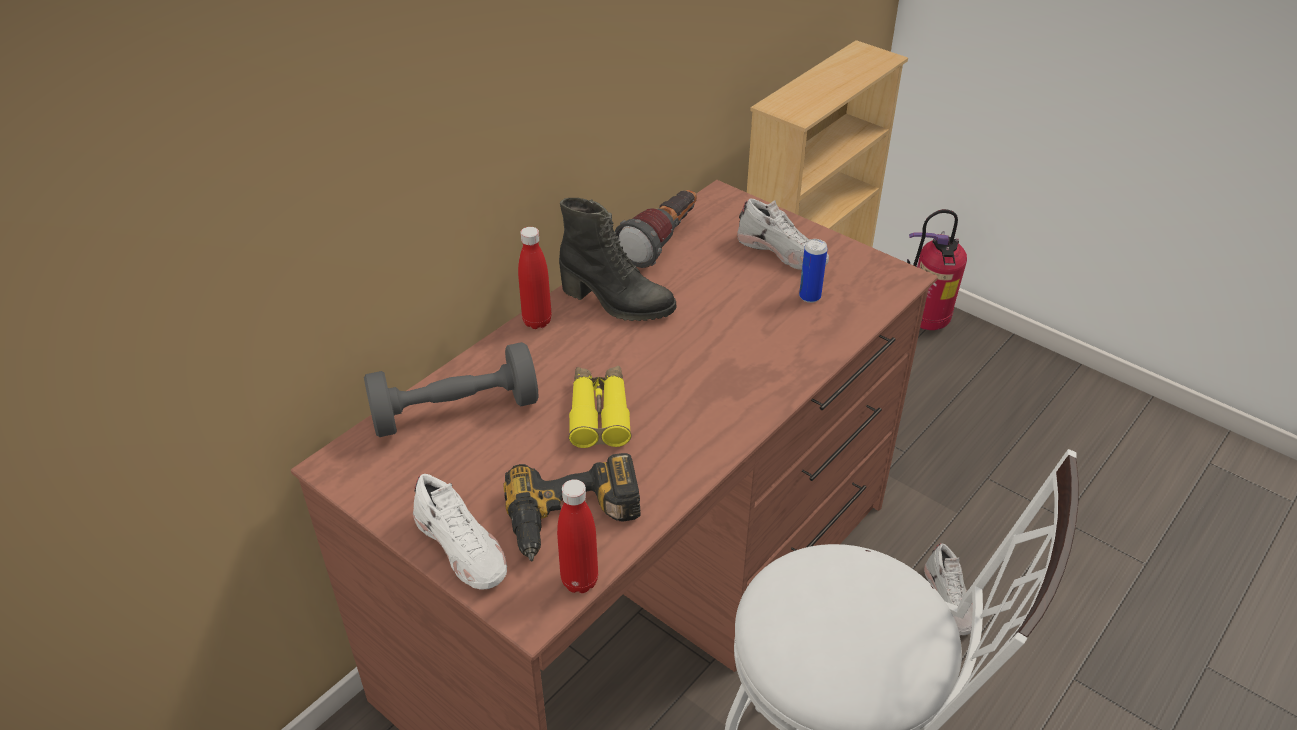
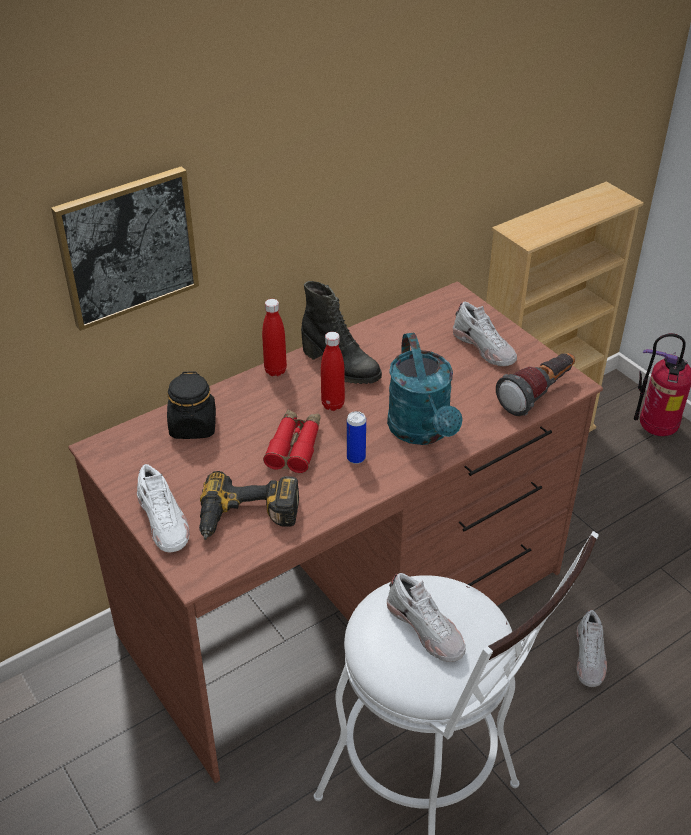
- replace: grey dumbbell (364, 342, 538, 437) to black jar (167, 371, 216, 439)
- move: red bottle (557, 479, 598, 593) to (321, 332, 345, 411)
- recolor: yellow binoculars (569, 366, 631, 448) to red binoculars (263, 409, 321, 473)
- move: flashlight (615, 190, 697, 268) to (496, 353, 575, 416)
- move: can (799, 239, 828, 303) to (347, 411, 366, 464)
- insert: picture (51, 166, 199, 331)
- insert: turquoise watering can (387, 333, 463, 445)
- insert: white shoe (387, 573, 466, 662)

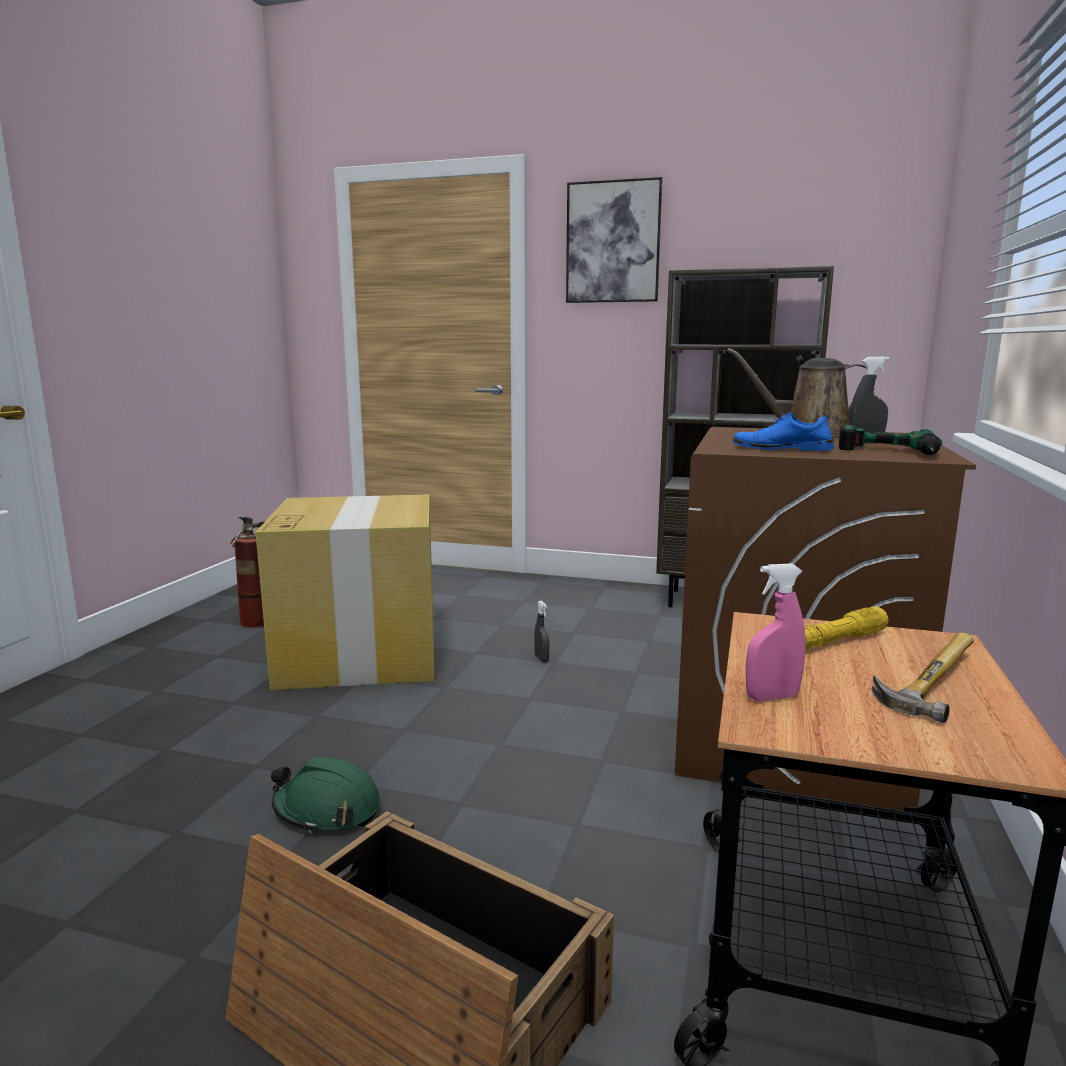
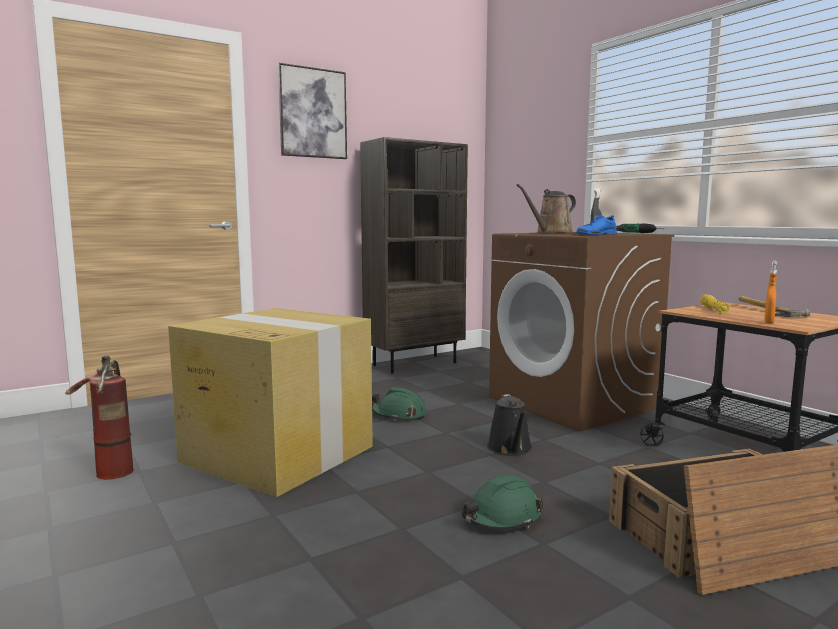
- replace: grey spray bottle (534, 601, 549, 662) to green hard hat (372, 387, 427, 421)
- recolor: pink spray bottle (746, 563, 806, 701) to orange spray bottle (764, 260, 777, 324)
- insert: black watering can (487, 394, 532, 456)

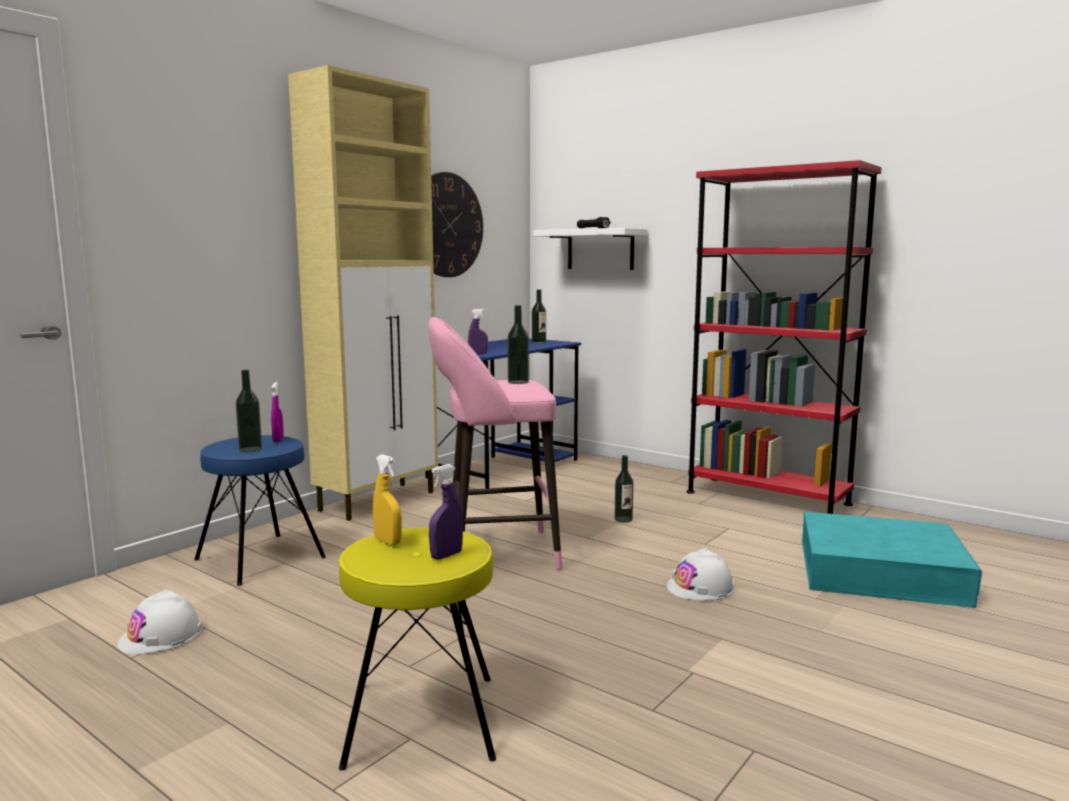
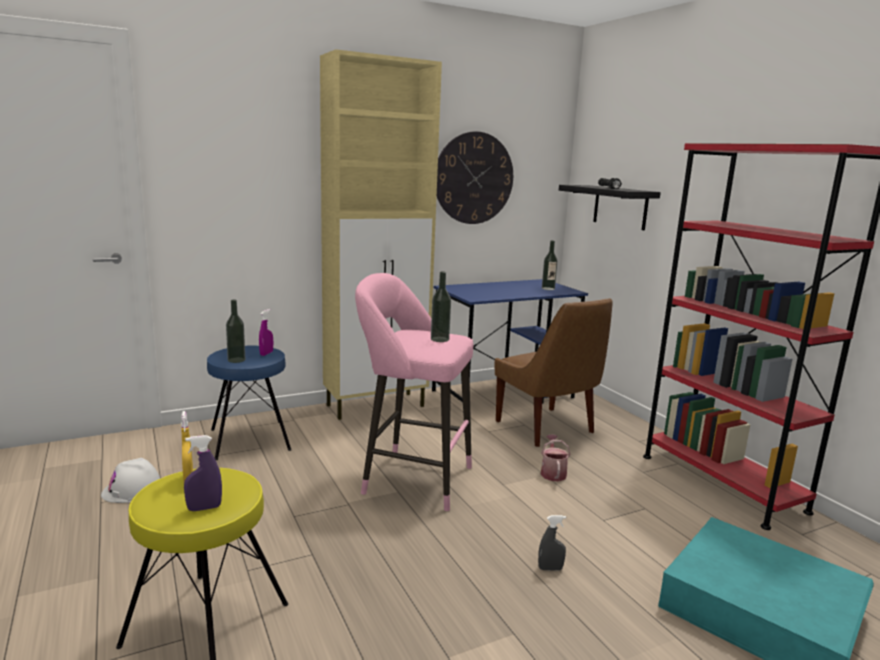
- delete: purple spray bottle (468, 309, 488, 354)
- recolor: white shelf (533, 228, 648, 270) to black shelf (559, 185, 661, 230)
- replace: bottle (614, 455, 634, 523) to watering can (541, 435, 570, 481)
- replace: white hard hat (667, 548, 734, 601) to grey spray bottle (538, 515, 566, 571)
- insert: brown chair (495, 298, 613, 447)

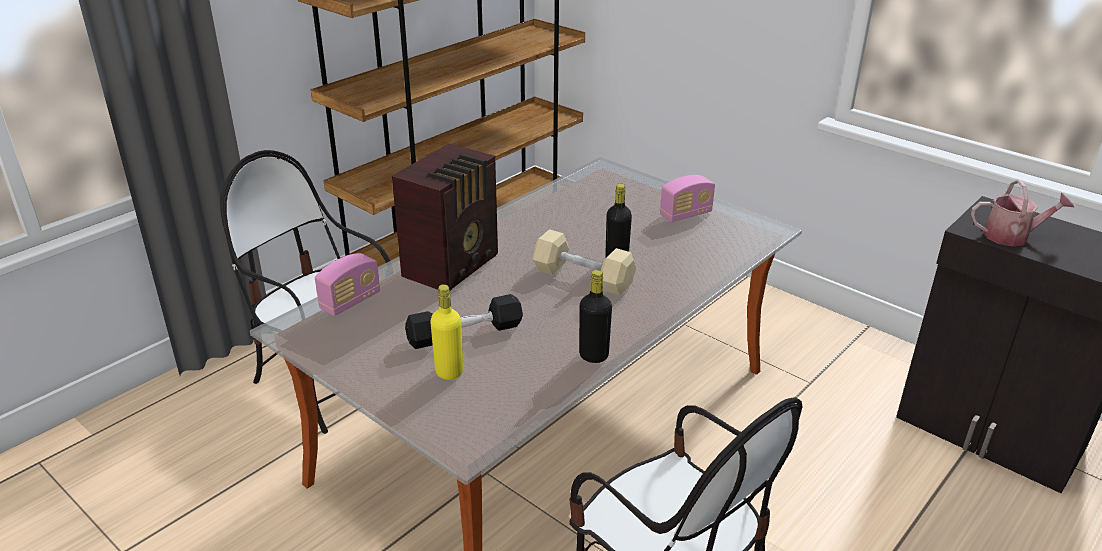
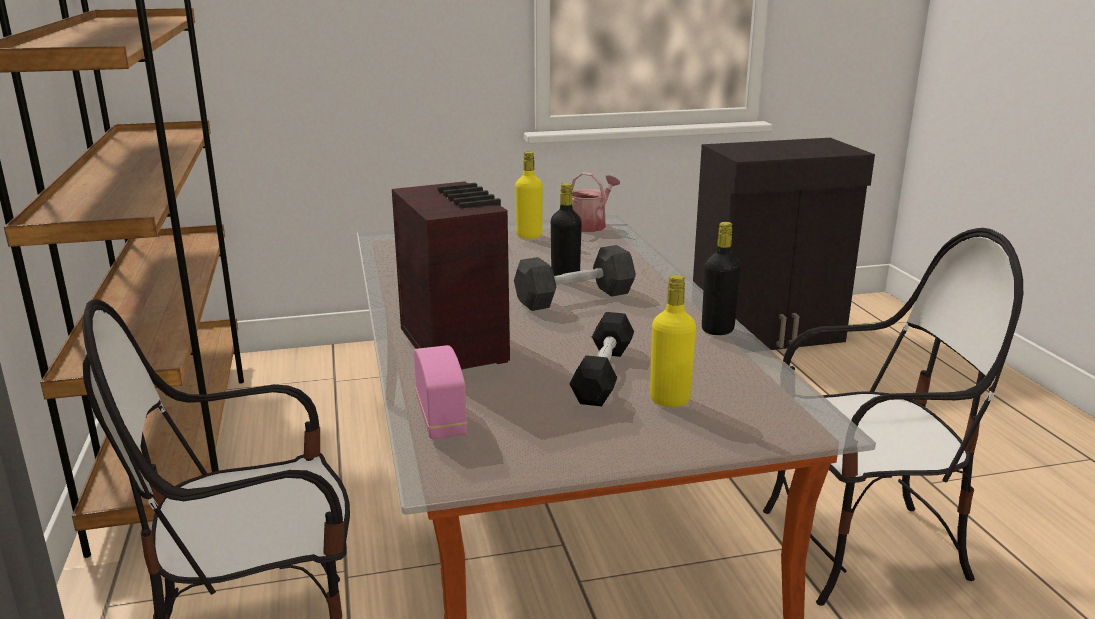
- recolor: beige dumbbell (533, 229, 636, 295) to black dumbbell (514, 245, 636, 311)
- replace: radio (660, 175, 715, 222) to yellow bottle (515, 152, 543, 239)
- move: watering can (971, 180, 1074, 246) to (572, 172, 620, 232)

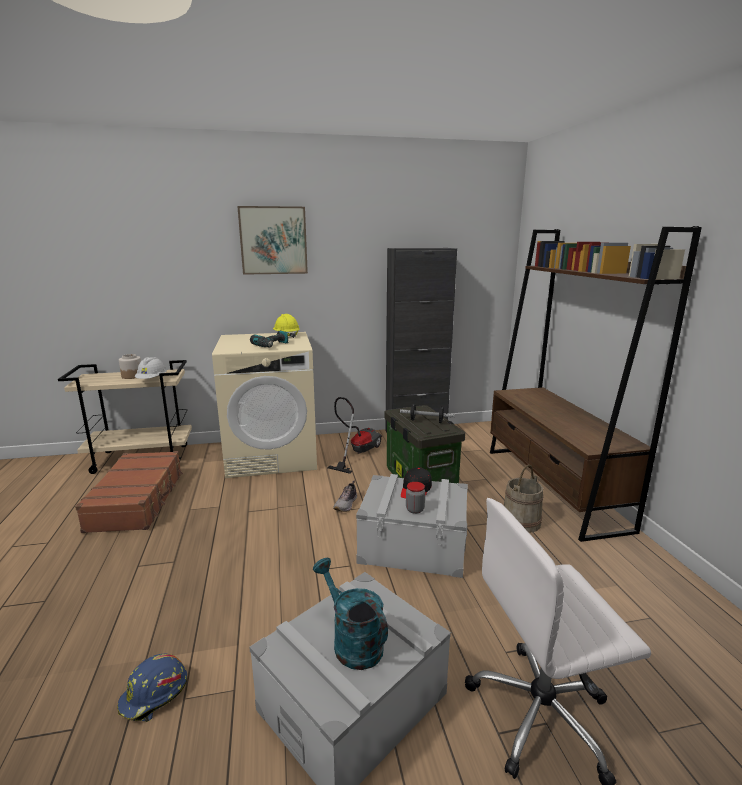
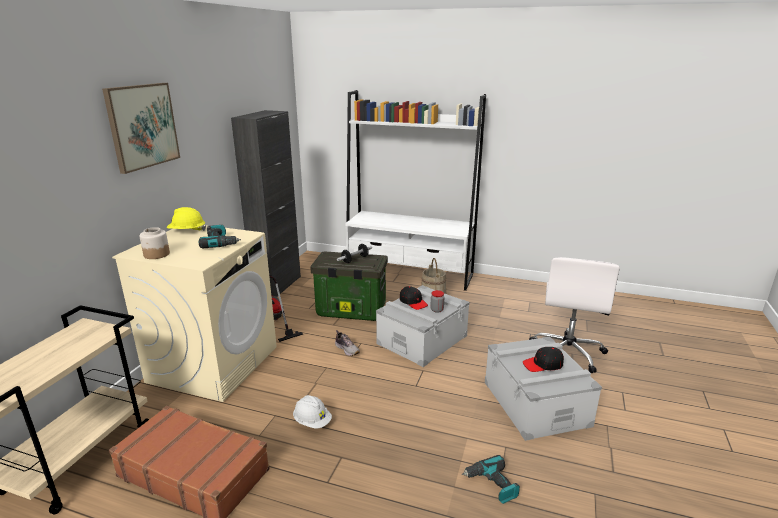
- replace: blue hard hat (117, 654, 187, 722) to power drill (462, 455, 520, 504)
- move: jar (119, 354, 141, 379) to (140, 227, 170, 259)
- move: white hard hat (134, 357, 167, 379) to (293, 395, 332, 429)
- replace: turquoise watering can (313, 558, 388, 670) to black cap (523, 347, 564, 372)
- recolor: brown bookcase (490, 226, 702, 542) to white bookcase (345, 90, 486, 291)

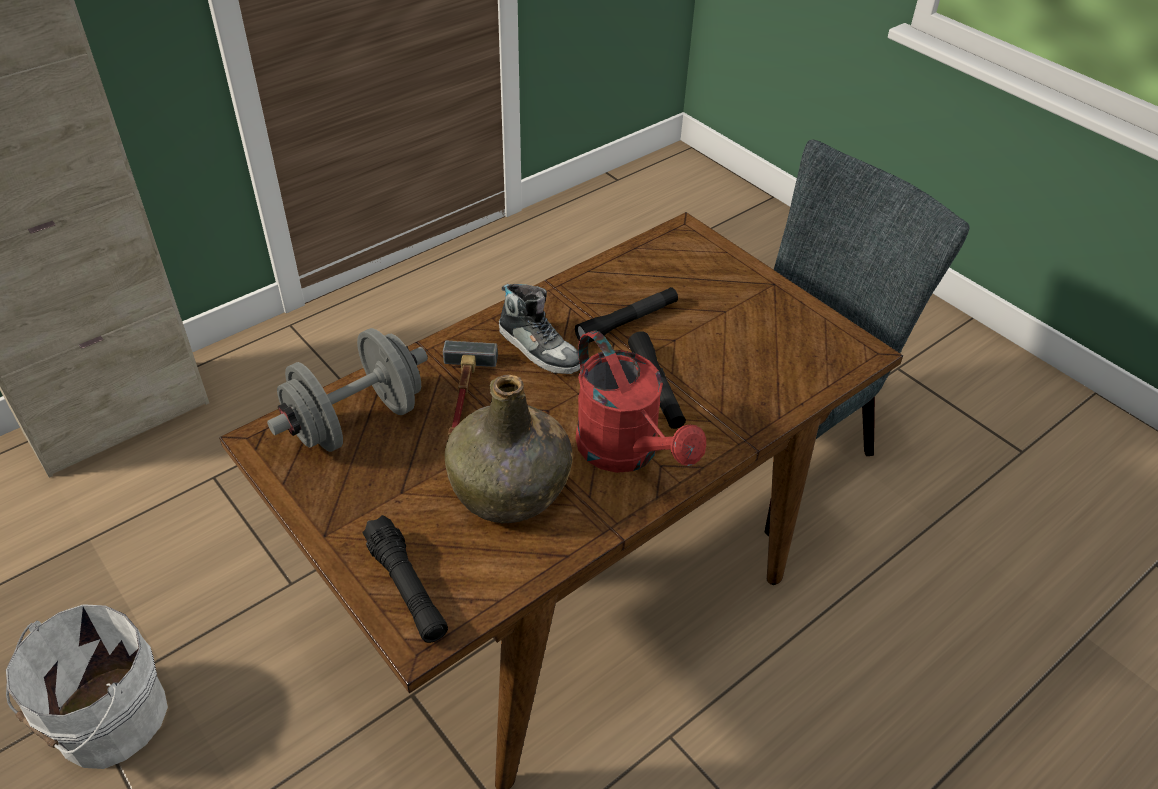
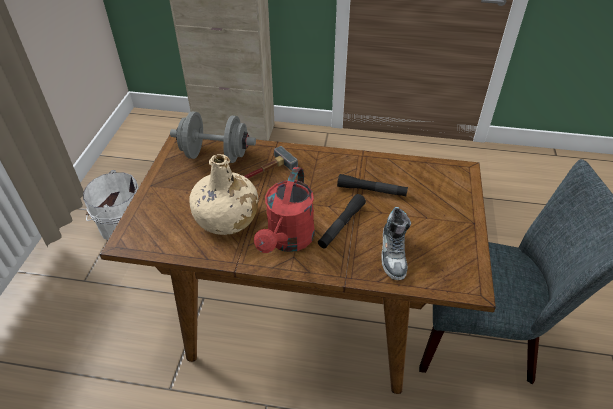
- delete: black flashlight (362, 515, 448, 643)
- recolor: green bottle (445, 375, 573, 523) to beige bottle (189, 154, 258, 235)
- move: shoe (499, 284, 581, 374) to (381, 207, 411, 280)

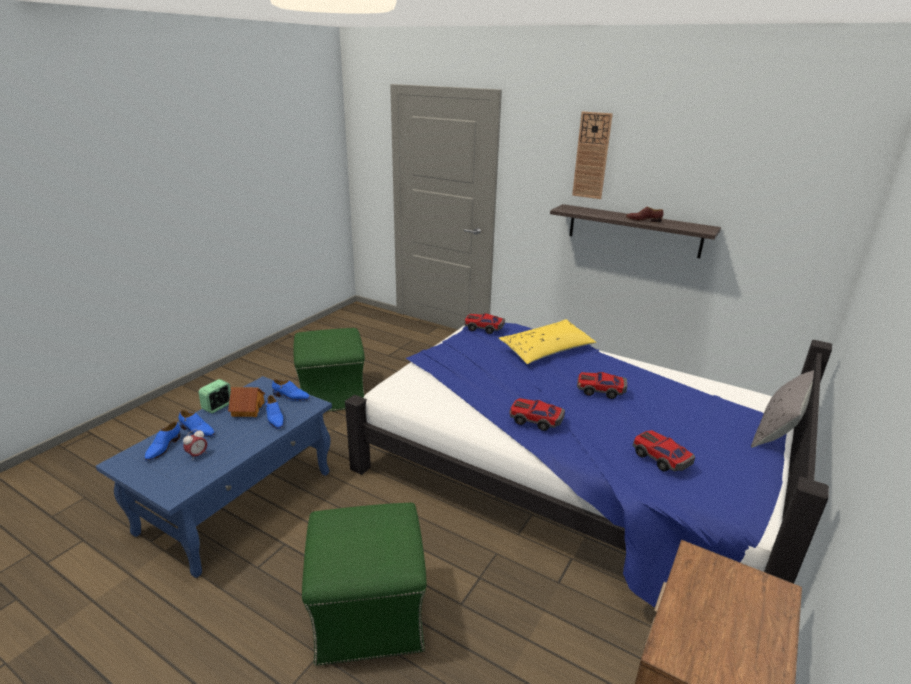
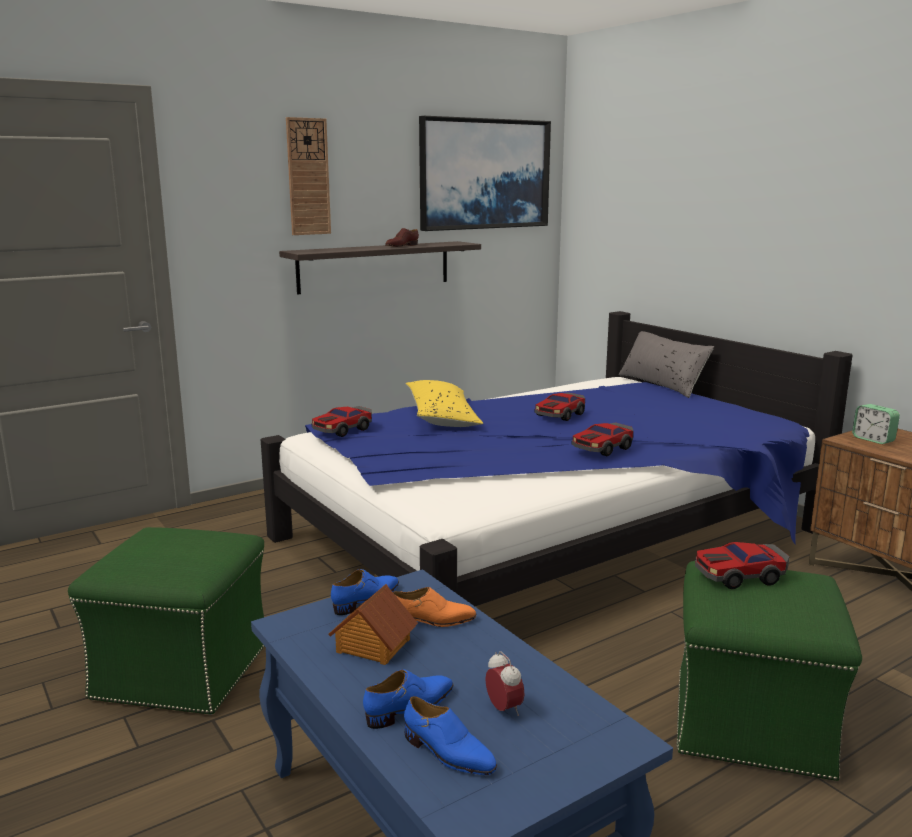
- move: alarm clock (199, 379, 231, 413) to (852, 404, 900, 444)
- recolor: blue shoe (265, 395, 284, 429) to orange shoe (393, 587, 476, 627)
- move: toy car (633, 430, 695, 472) to (695, 542, 789, 589)
- insert: picture (419, 116, 551, 231)

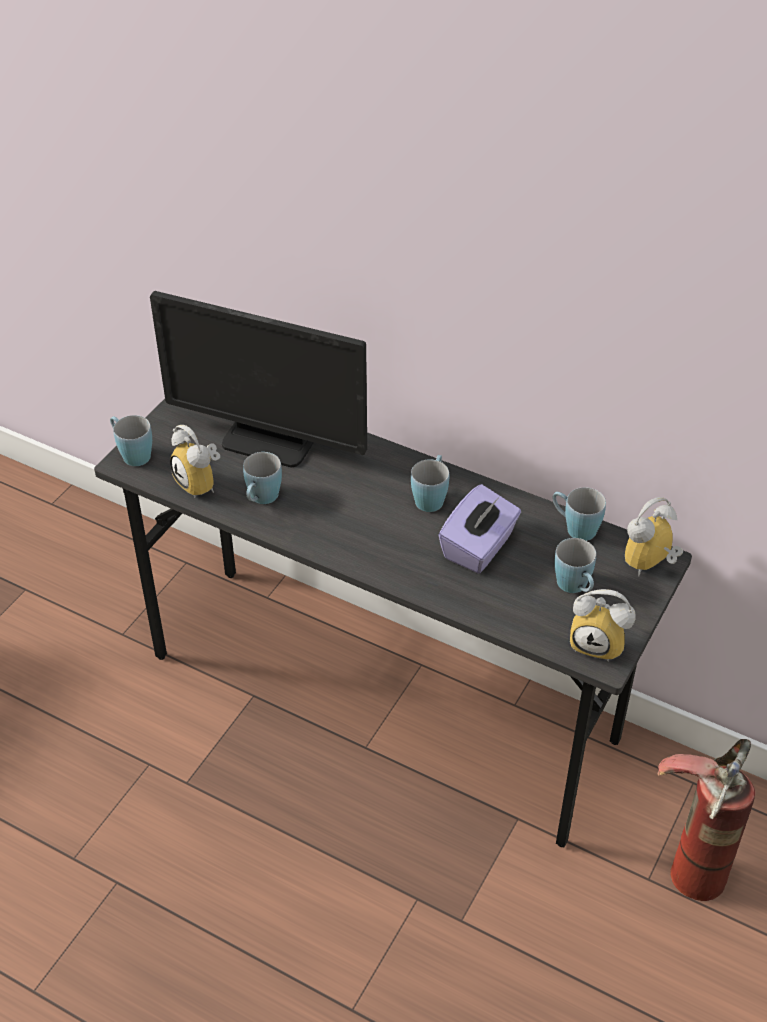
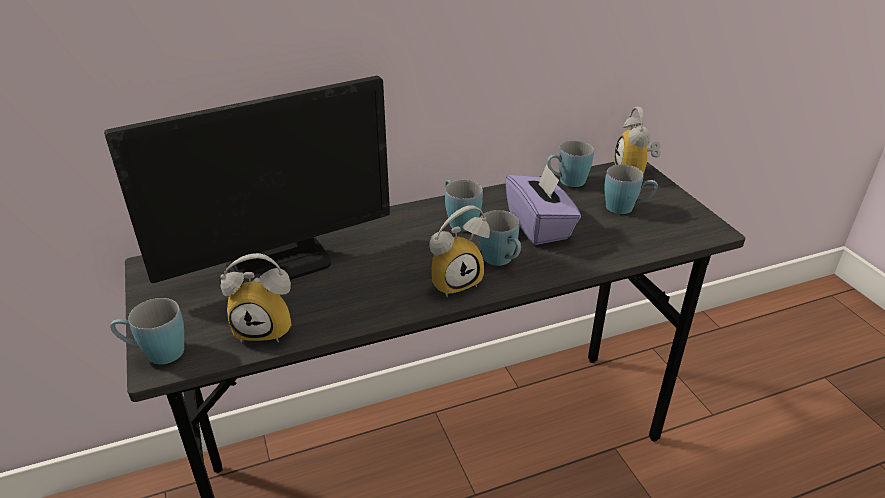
- move: blue mug (243, 452, 282, 504) to (479, 210, 521, 266)
- move: alarm clock (570, 589, 636, 662) to (429, 205, 490, 297)
- delete: fire extinguisher (658, 739, 755, 901)

